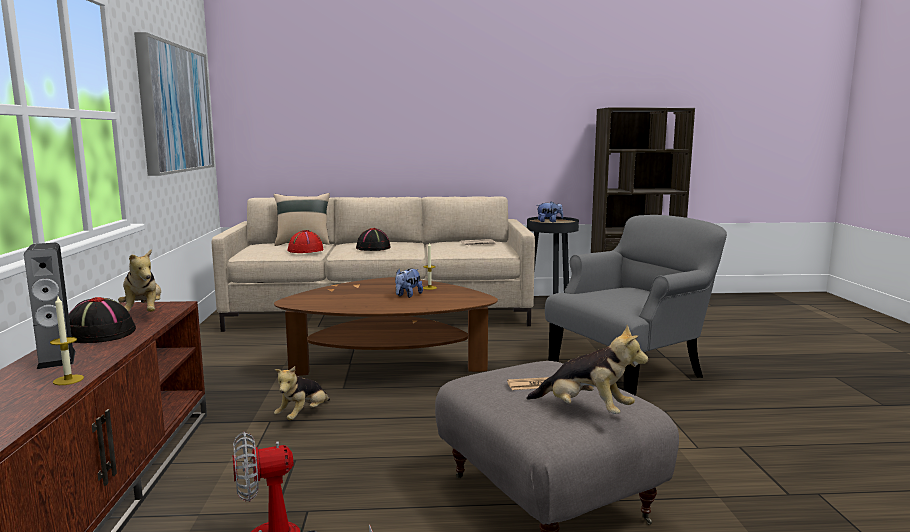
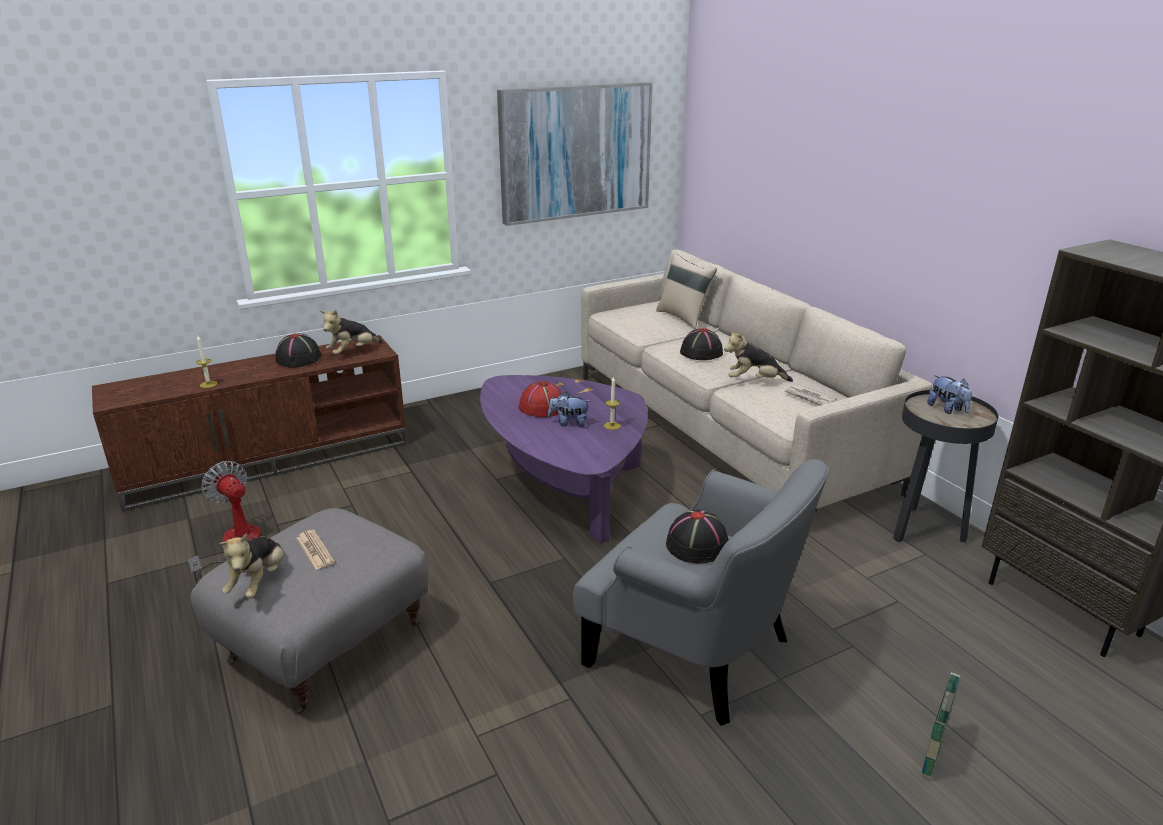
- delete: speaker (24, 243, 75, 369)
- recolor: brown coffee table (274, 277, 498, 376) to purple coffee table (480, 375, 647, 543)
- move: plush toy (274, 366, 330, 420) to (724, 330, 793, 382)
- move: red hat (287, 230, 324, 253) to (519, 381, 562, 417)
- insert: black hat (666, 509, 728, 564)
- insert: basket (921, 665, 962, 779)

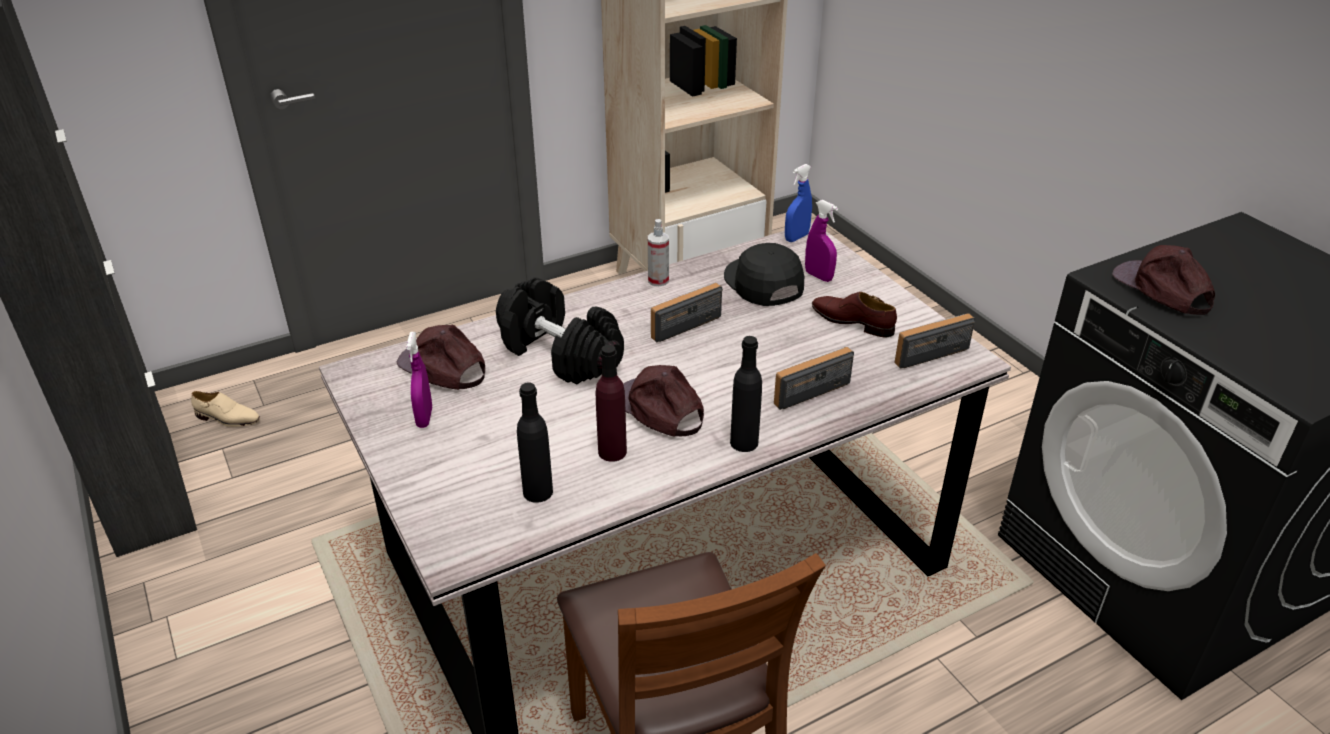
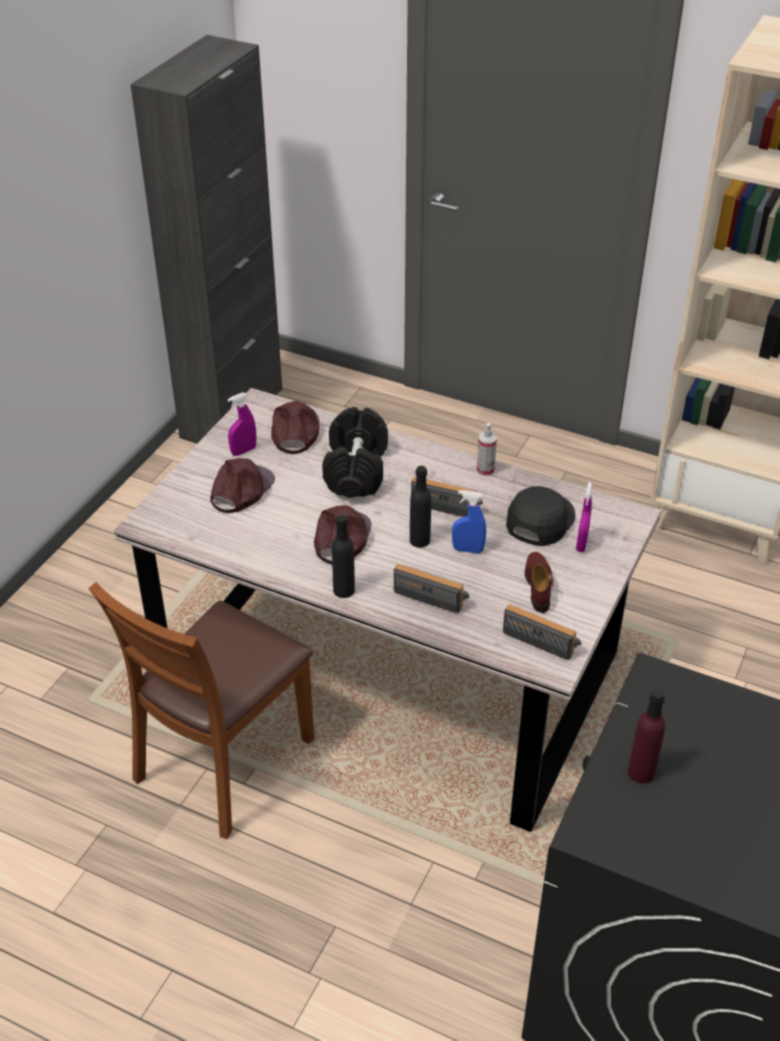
- delete: beige shoe (191, 391, 260, 427)
- move: black bottle (517, 382, 553, 503) to (410, 466, 431, 548)
- move: purple bottle (596, 345, 627, 462) to (628, 689, 665, 784)
- move: blue spray bottle (785, 164, 812, 242) to (452, 490, 486, 554)
- move: brown cap (1112, 245, 1215, 315) to (210, 458, 275, 513)

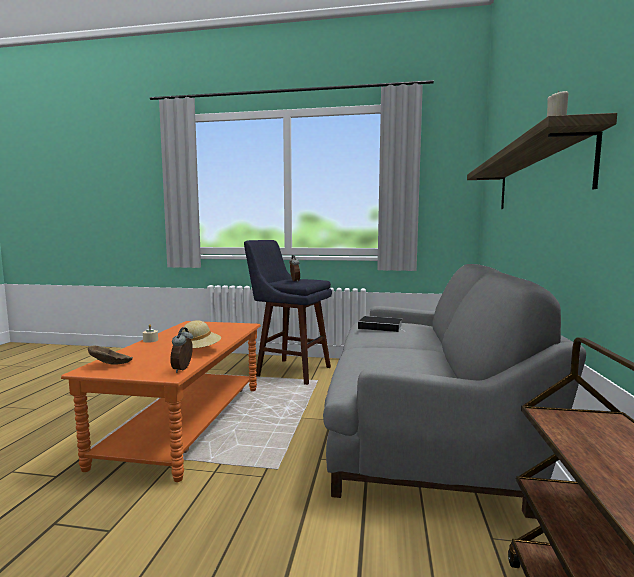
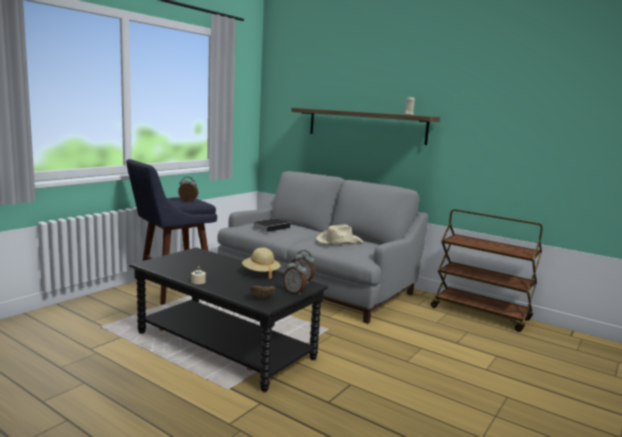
- recolor: orange coffee table (61, 321, 261, 482) to black coffee table (129, 247, 328, 392)
- insert: alarm clock (283, 259, 307, 295)
- insert: beige hat (316, 224, 363, 245)

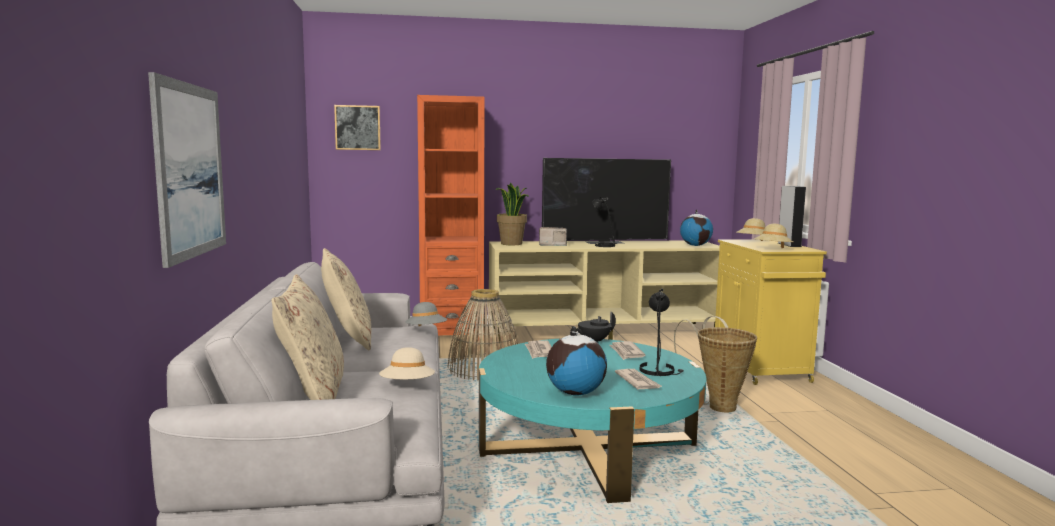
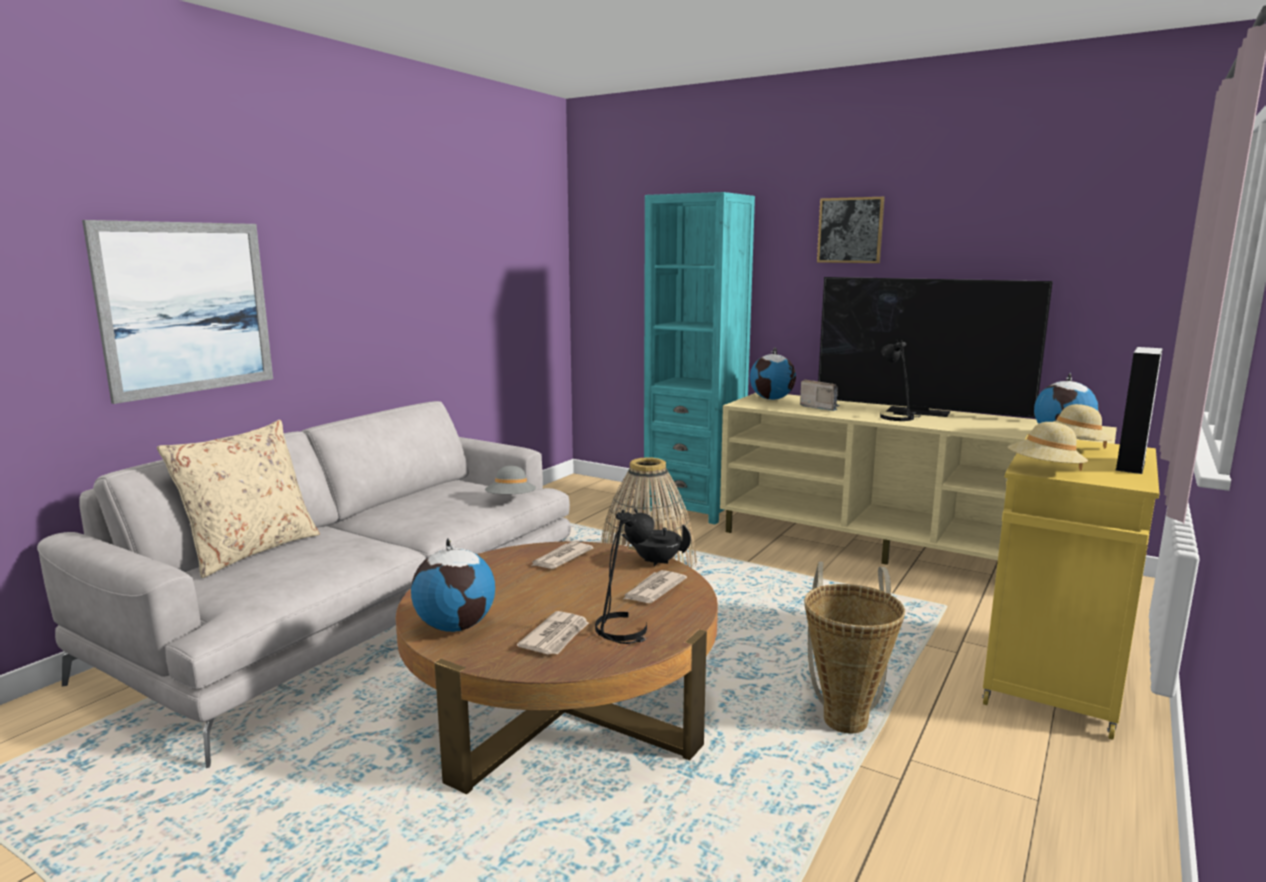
- delete: beige pillow (321, 248, 371, 351)
- move: picture (334, 105, 381, 150) to (817, 197, 885, 263)
- delete: beige hat (379, 347, 435, 379)
- recolor: orange bookcase (417, 95, 485, 341) to turquoise bookcase (644, 192, 755, 524)
- recolor: turquoise coffee table (479, 339, 706, 503) to brown coffee table (396, 541, 718, 794)
- replace: potted plant (496, 183, 529, 245) to globe (750, 347, 796, 400)

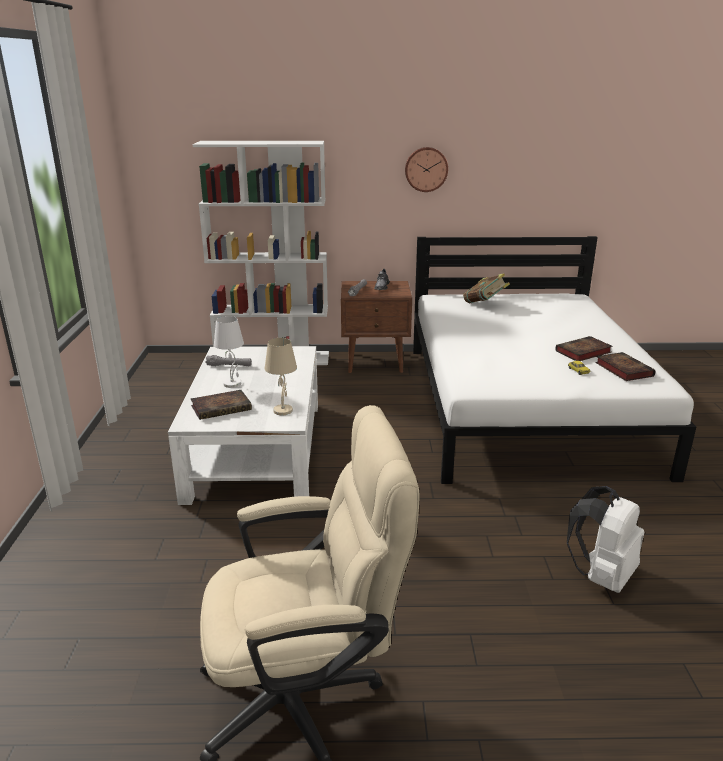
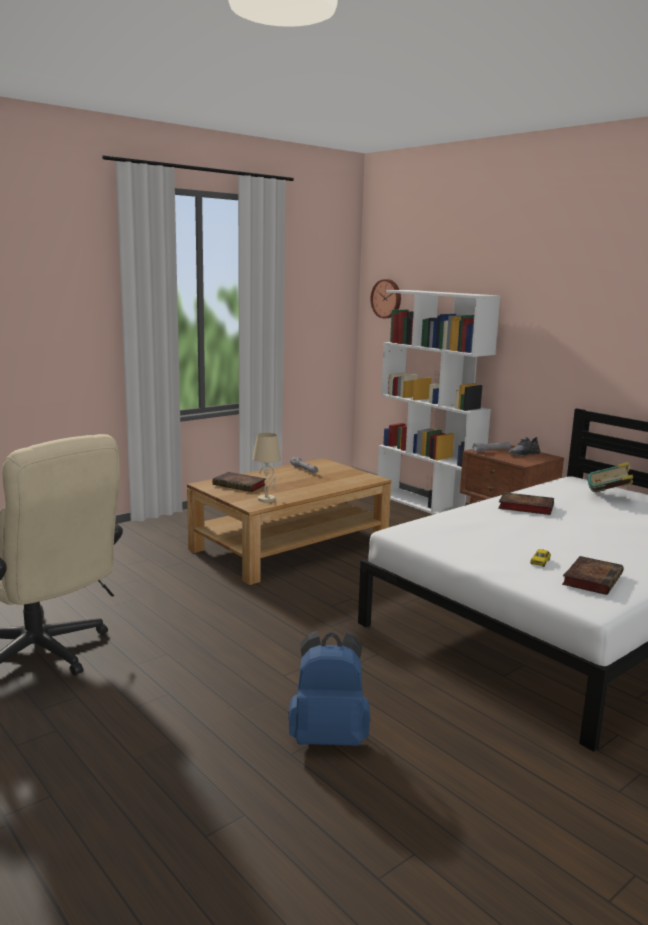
- recolor: white coffee table (168, 346, 318, 505) to brown coffee table (187, 458, 391, 585)
- delete: white table lamp (214, 316, 244, 388)
- move: wall clock (405, 147, 448, 192) to (370, 279, 401, 318)
- move: book (555, 336, 613, 361) to (498, 492, 554, 515)
- recolor: white backpack (567, 486, 644, 593) to blue backpack (288, 631, 370, 746)

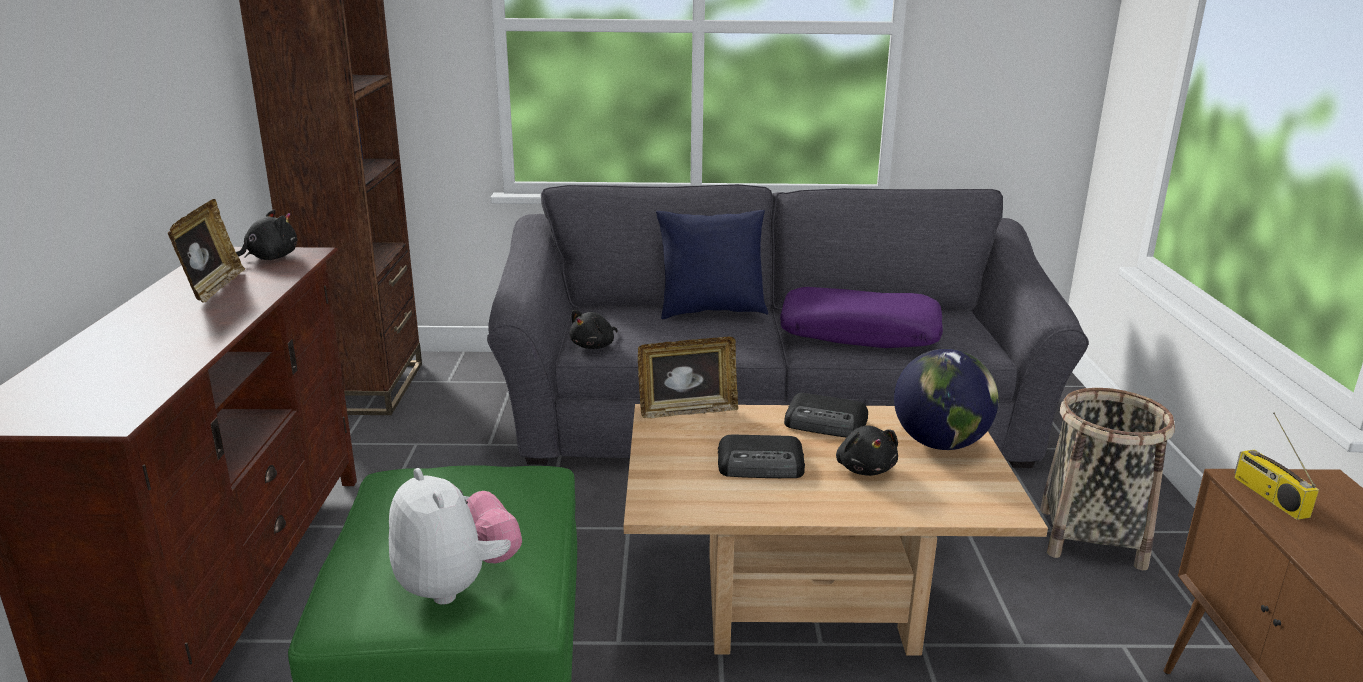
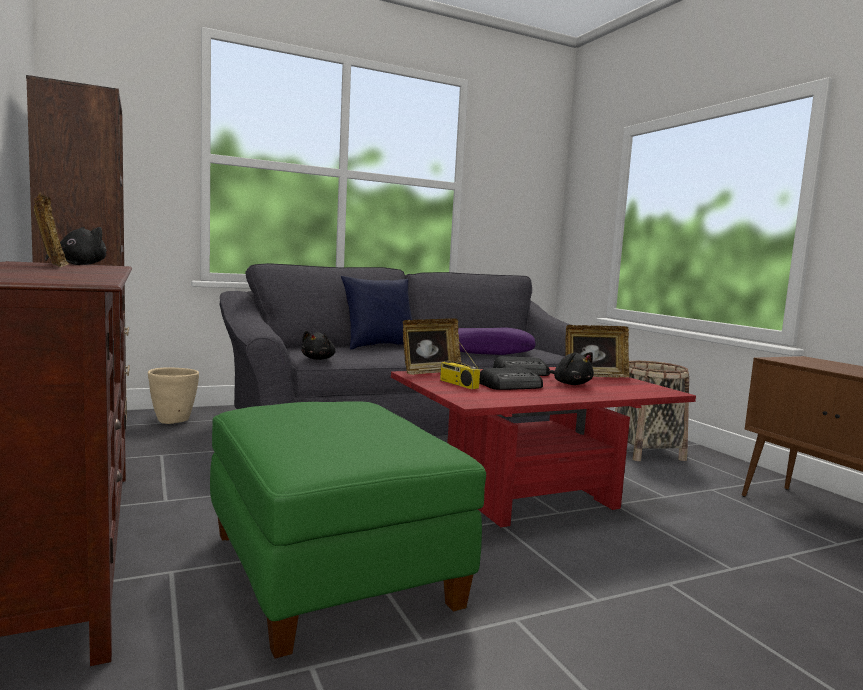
- delete: plush toy (389, 468, 522, 605)
- recolor: beige coffee table (624, 404, 1048, 656) to red coffee table (391, 367, 696, 527)
- replace: globe (894, 349, 999, 450) to picture frame (565, 325, 630, 378)
- move: radio (1234, 412, 1319, 520) to (440, 334, 480, 389)
- insert: beige planter (148, 367, 199, 424)

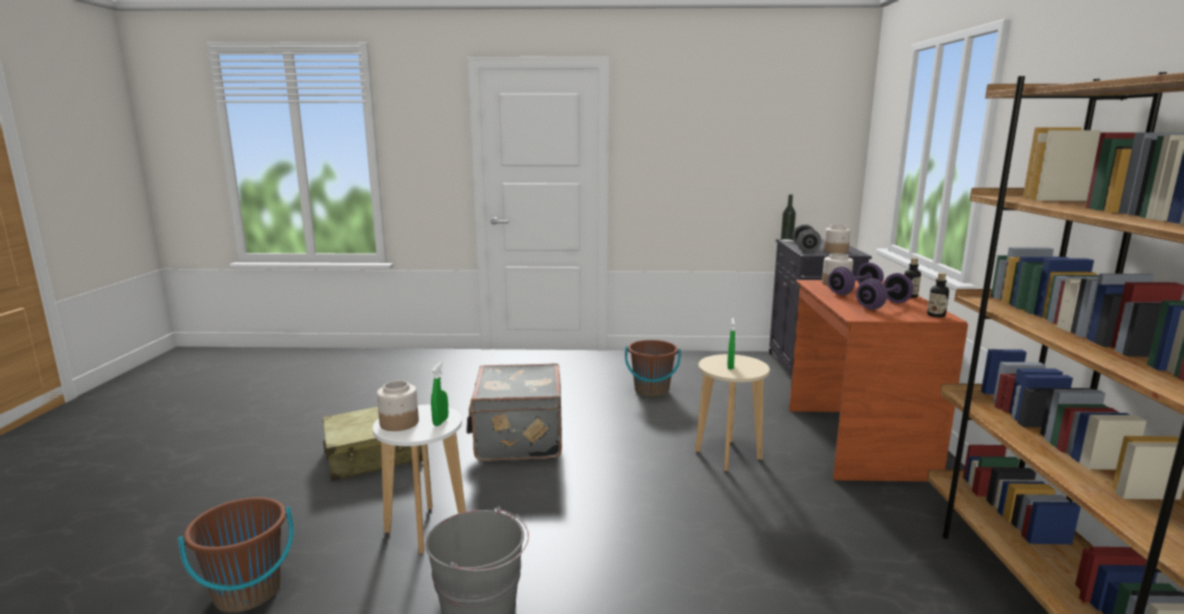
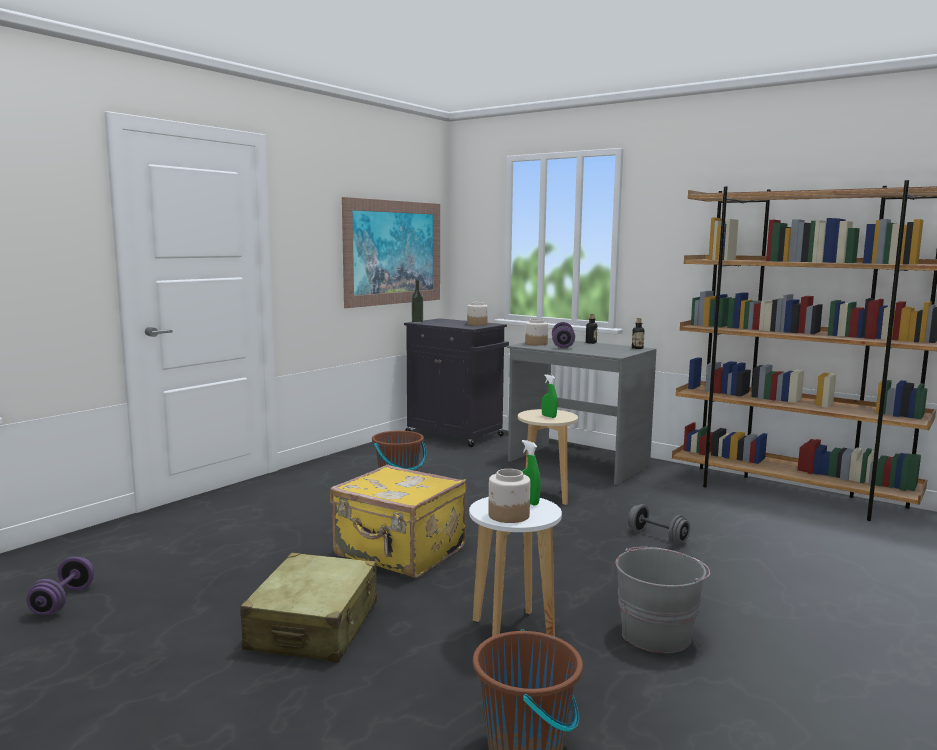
- recolor: grey suitcase (467, 363, 562, 461) to yellow suitcase (330, 465, 467, 578)
- recolor: brown desk (789, 280, 968, 482) to grey desk (507, 338, 656, 485)
- move: grey dumbbell (793, 224, 821, 252) to (628, 504, 690, 544)
- move: purple dumbbell (856, 273, 914, 310) to (26, 557, 94, 615)
- insert: picture (342, 197, 440, 308)

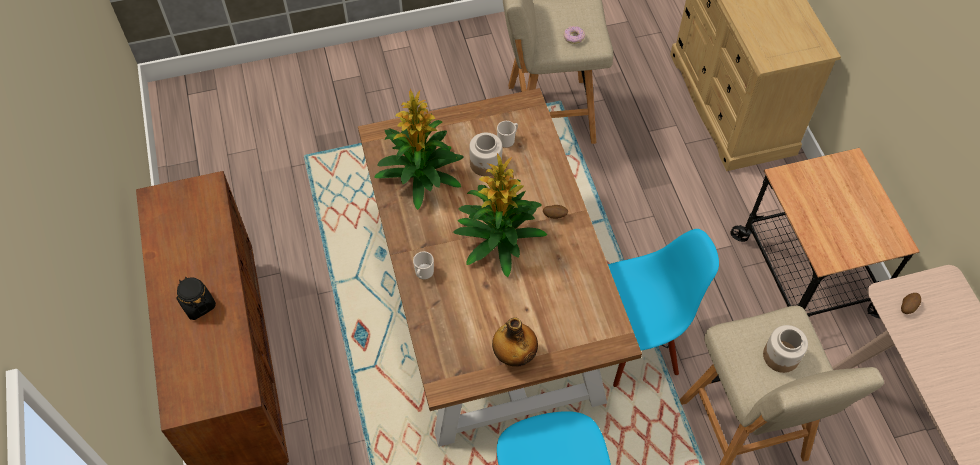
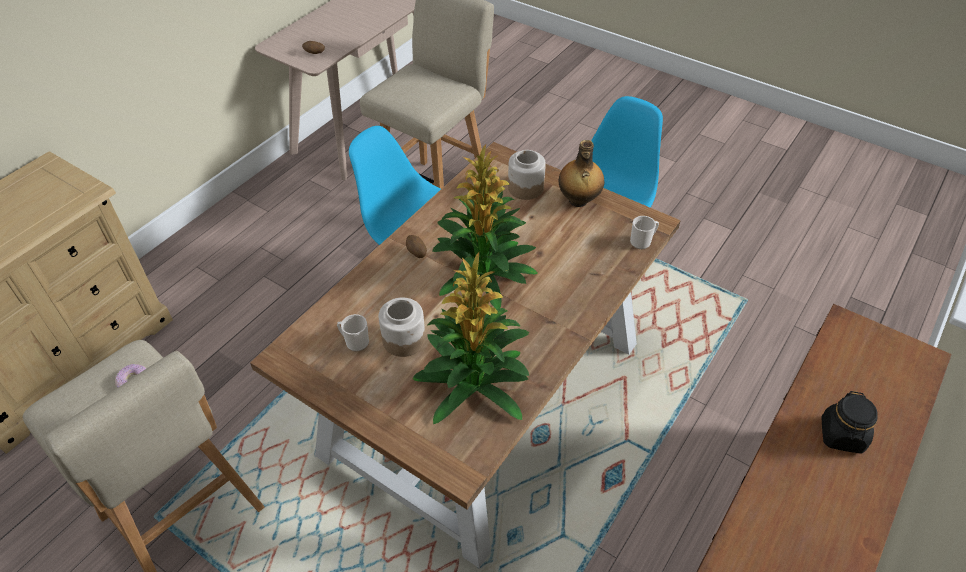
- move: mug (413, 251, 434, 280) to (630, 216, 659, 249)
- delete: cart (730, 148, 920, 318)
- move: jar (763, 325, 808, 373) to (508, 150, 546, 200)

